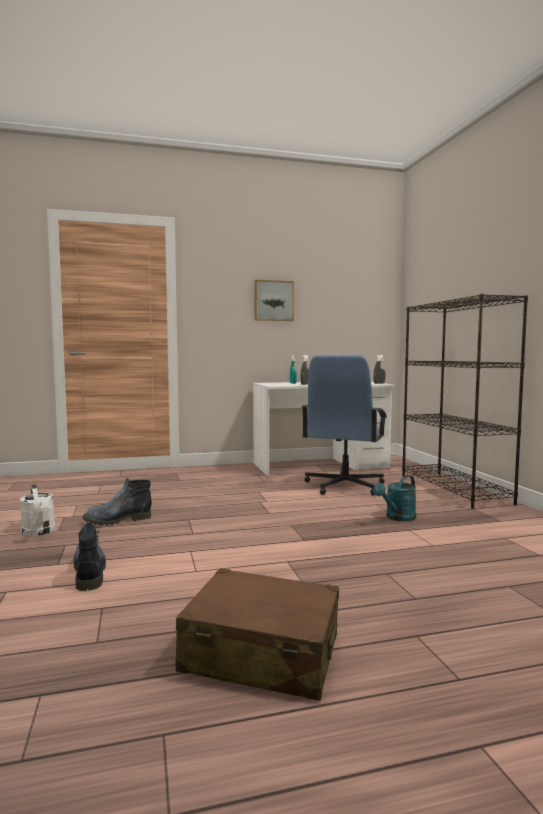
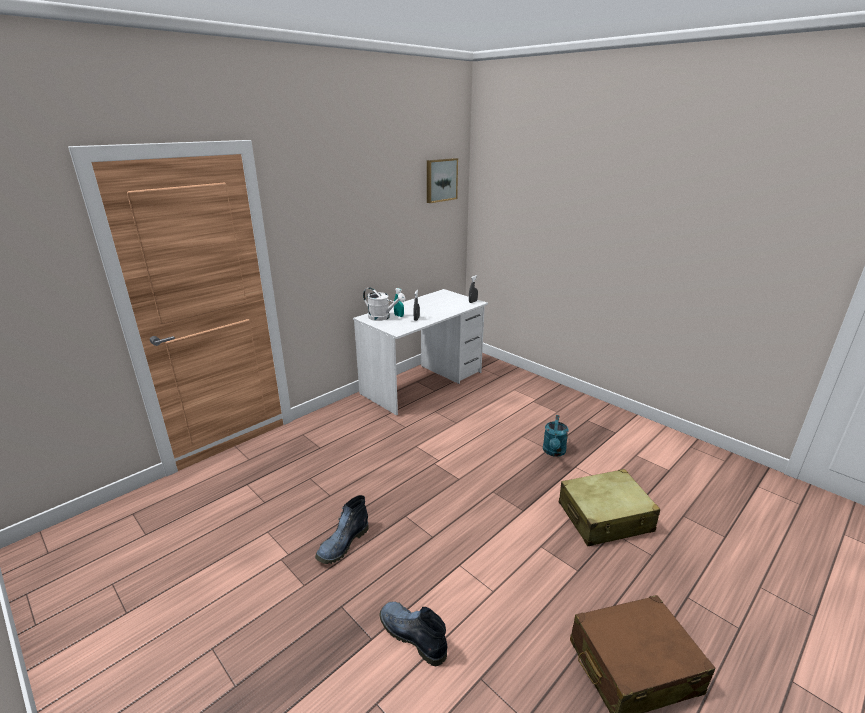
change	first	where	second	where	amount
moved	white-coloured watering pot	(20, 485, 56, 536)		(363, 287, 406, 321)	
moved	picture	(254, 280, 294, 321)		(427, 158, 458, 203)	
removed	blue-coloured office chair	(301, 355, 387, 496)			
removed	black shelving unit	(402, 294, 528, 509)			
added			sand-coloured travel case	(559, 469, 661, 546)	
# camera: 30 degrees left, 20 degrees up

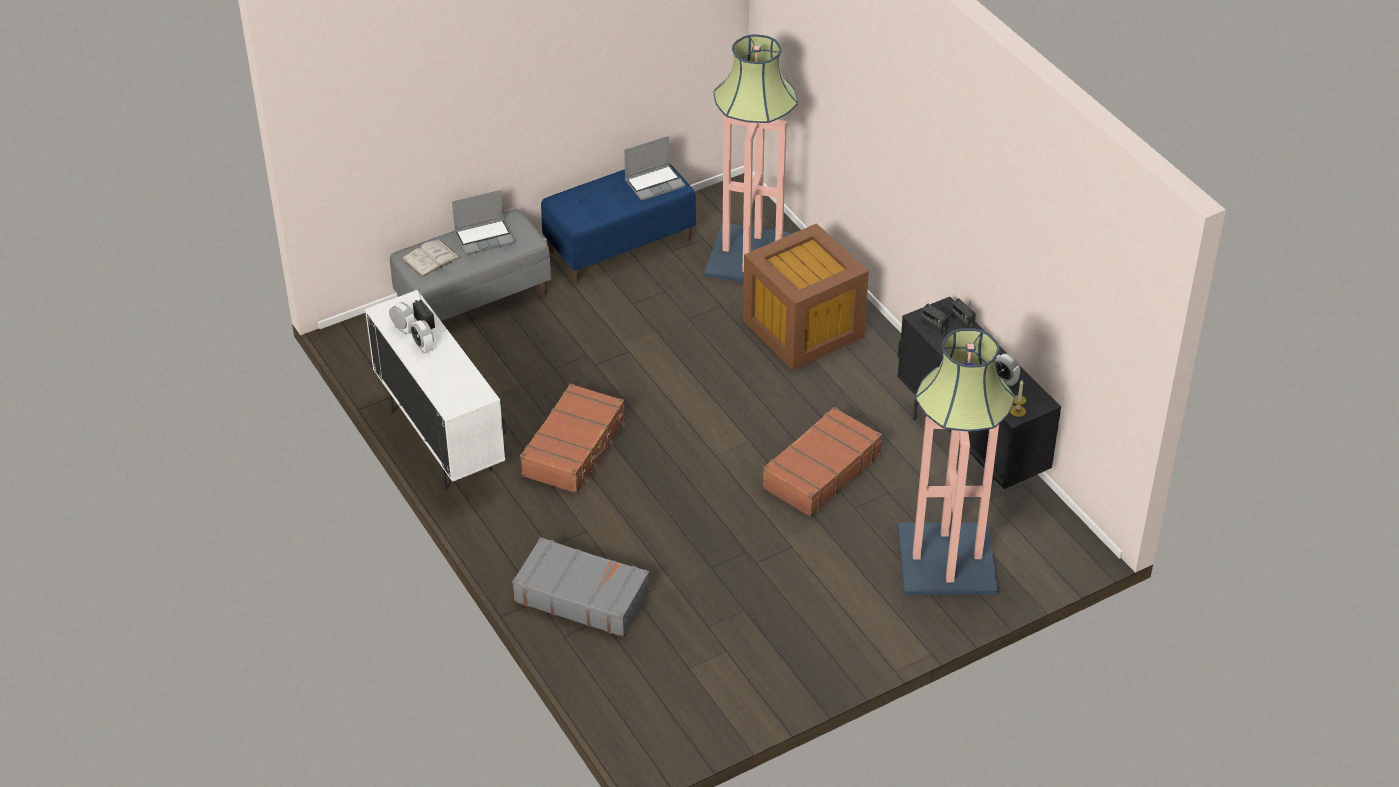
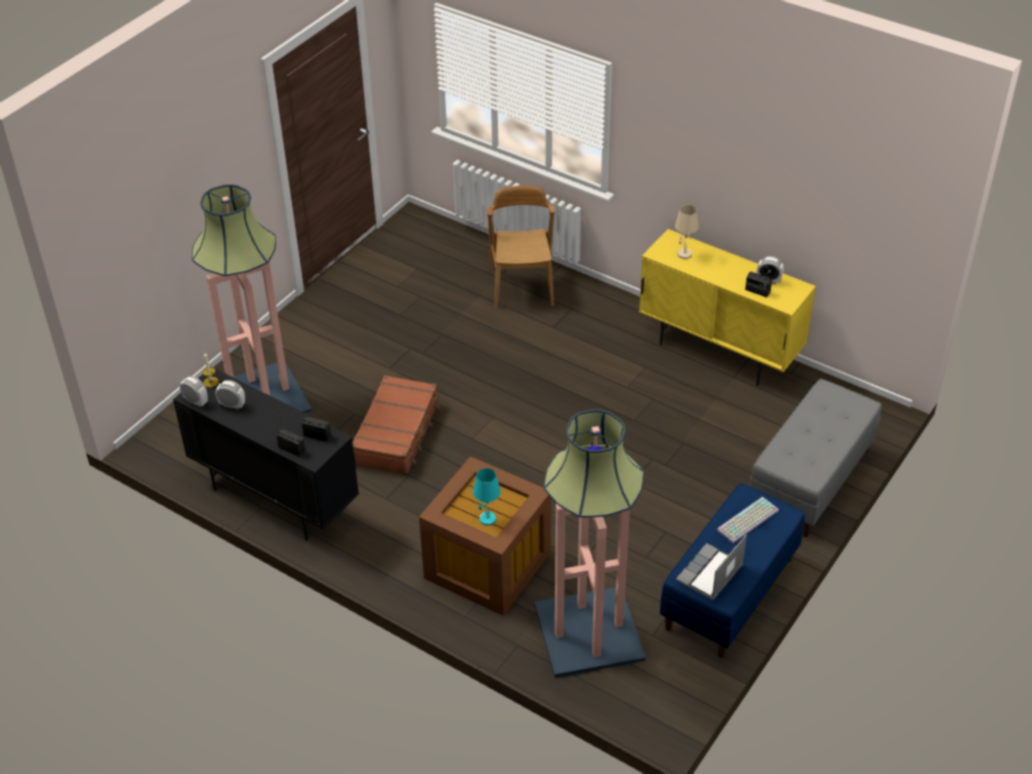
change	first	where	second	where	amount
recoloured	white-coloured storage cabinet	(365, 290, 506, 490)	yellowish storage cabinet	(639, 229, 816, 386)	
removed	white-coloured bound book	(401, 239, 461, 278)			
moved	table clock	(411, 320, 434, 353)		(180, 376, 208, 407)	
removed	notebook computer	(452, 190, 515, 255)			
replaced	gray travel case	(512, 537, 650, 637)	brownish upright chair	(487, 186, 555, 308)	
removed	brownish travel case	(520, 383, 625, 494)			
added			turquoise-coloured lamp for a table	(473, 468, 501, 526)	
added			sand-coloured lamp for a table	(675, 205, 699, 259)	
added			keyboard	(717, 497, 779, 544)	
# camera: 155 degrees right, 0 degrees up

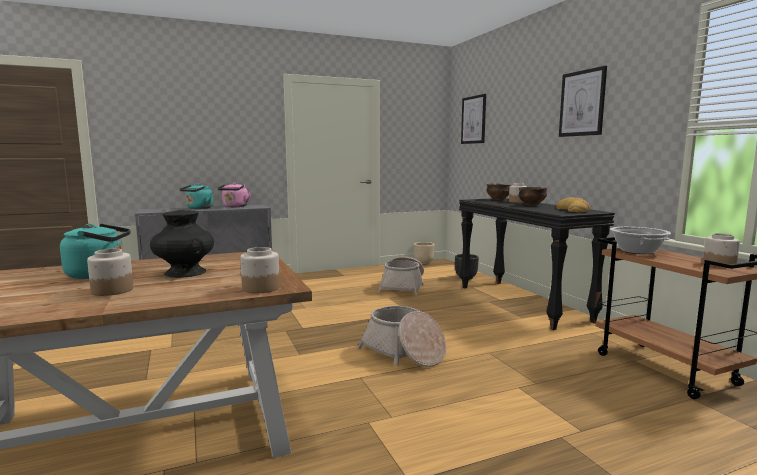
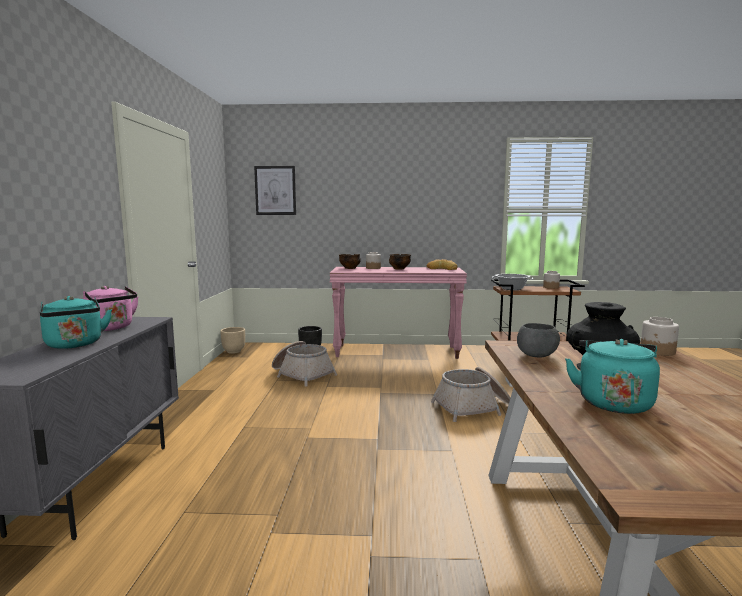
change	first	where	second	where	amount
removed	preserve jar	(87, 249, 133, 296)			
recoloured	black narrow table	(459, 198, 615, 330)	pink-coloured narrow table	(330, 267, 467, 359)	
removed	picture	(559, 66, 607, 137)			
added			gray bowl	(517, 323, 560, 358)	
# camera: 65 degrees left, 0 degrees up

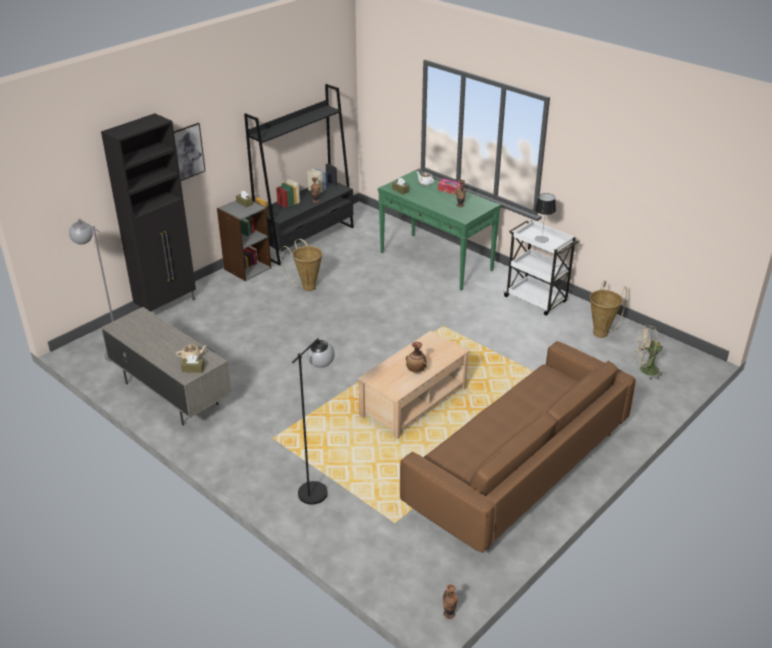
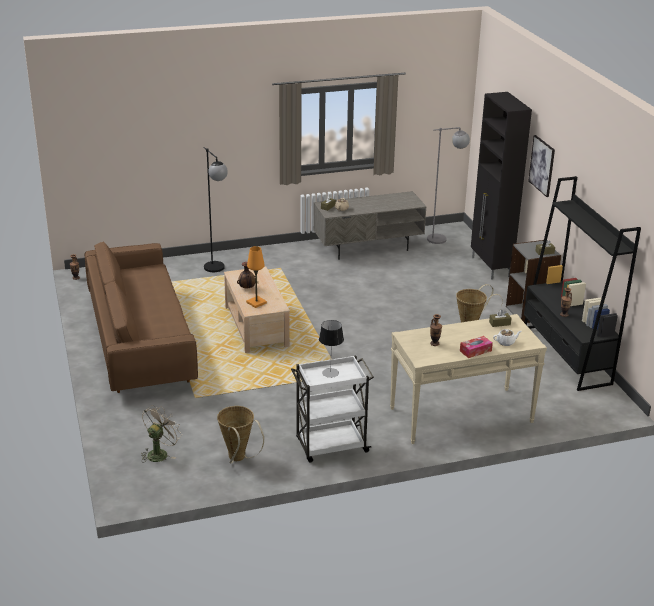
change	first	where	second	where	amount
recoloured	greenish narrow table	(378, 171, 501, 291)	sand-coloured narrow table	(390, 314, 547, 444)	
added			orangey lamp for a table	(246, 246, 267, 308)	
# camera: 120 degrees right, 5 degrees down

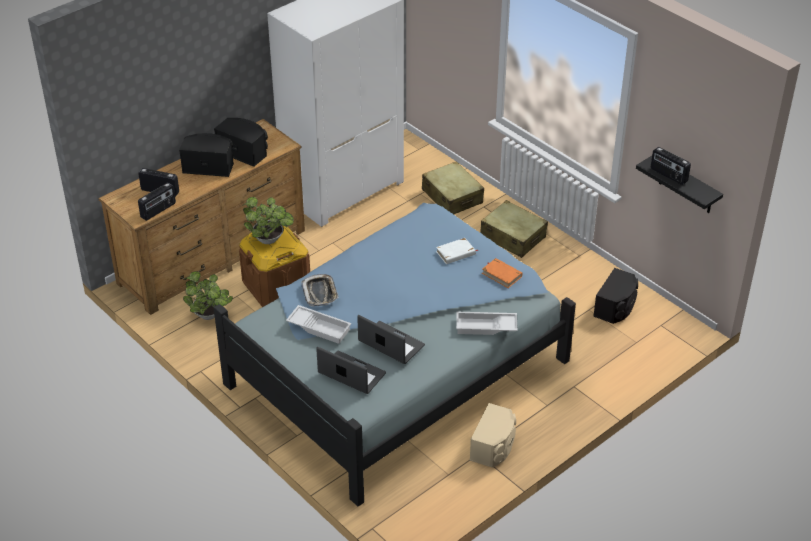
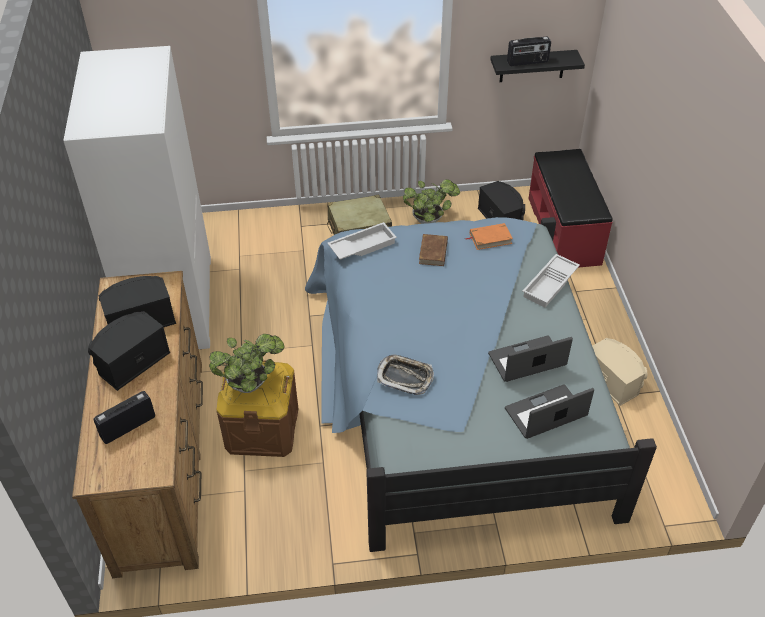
change	first	where	second	where	amount
removed	radio set	(138, 183, 176, 221)			
moved	potted plant	(183, 271, 233, 320)		(403, 179, 460, 224)	
moved	white-coloured tray	(286, 305, 351, 344)		(327, 222, 397, 260)	
removed	sand-coloured travel case	(422, 161, 484, 214)			
recoloured	white-coloured bound book	(436, 238, 478, 264)	brownish bound book	(419, 234, 448, 266)	
added			red long seat	(528, 149, 612, 268)	
# camera: 55 degrees left, 5 degrees up

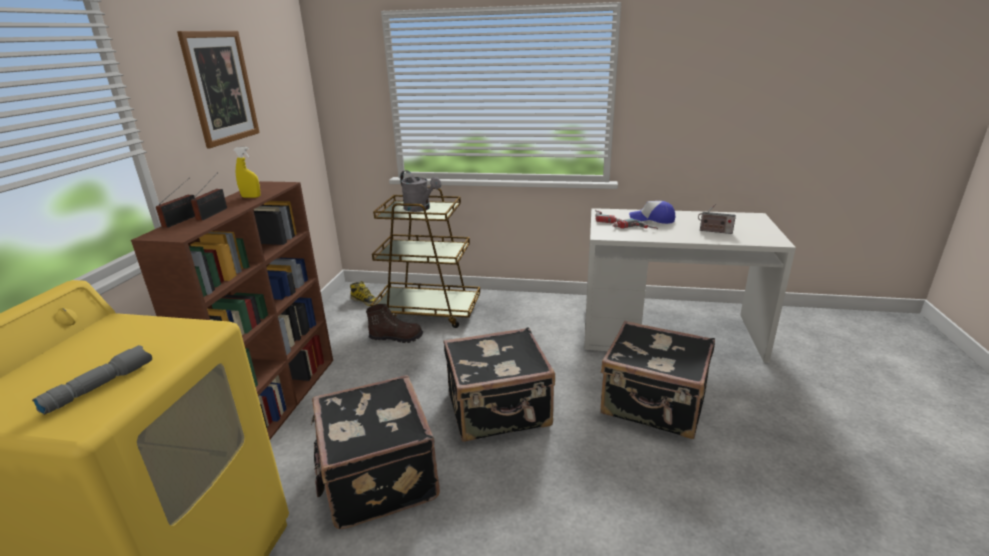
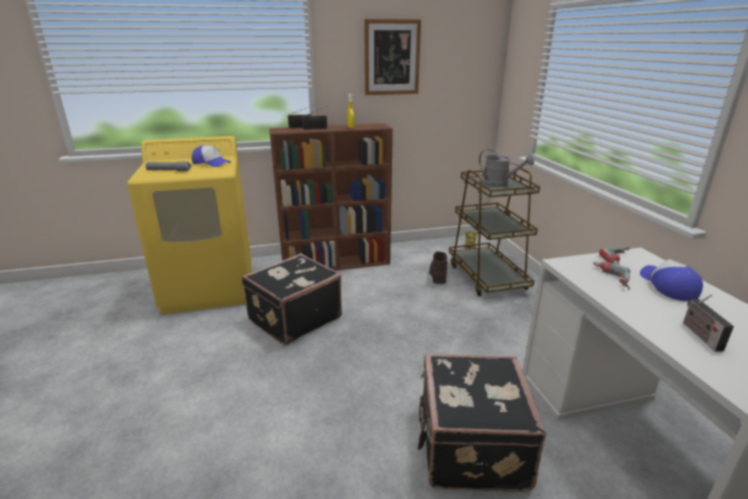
change	first	where	second	where	amount
turned	brownish boot	(366, 303, 423, 343)		(429, 252, 448, 284)	150 degrees counterclockwise
turned	gray watering pot	(400, 170, 441, 212)		(479, 149, 534, 187)	75 degrees counterclockwise
removed	black travel case	(444, 327, 555, 442)			
added			baseball cap	(192, 145, 231, 167)	
# camera: 65 degrees right, 0 degrees up

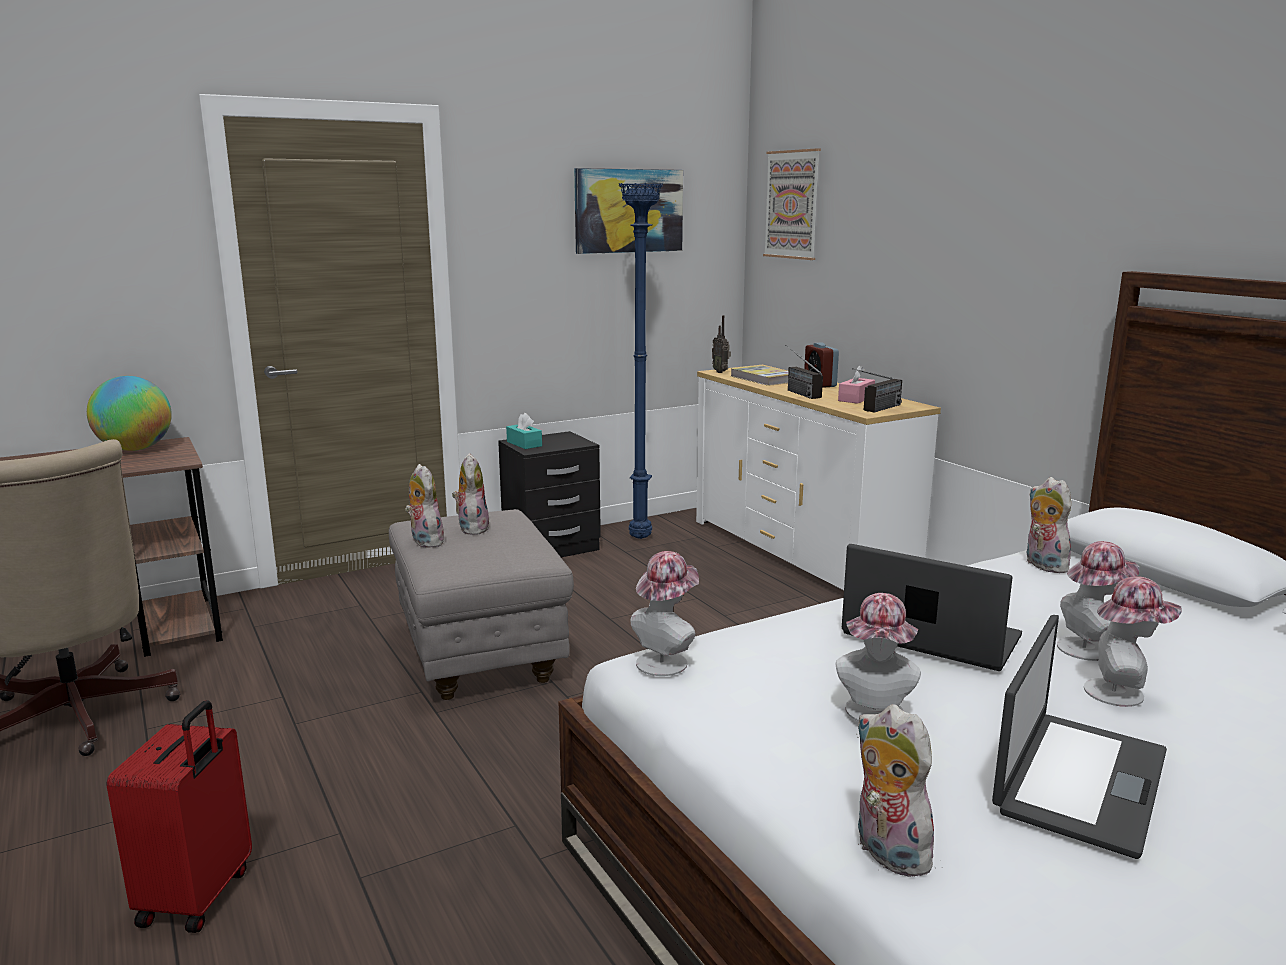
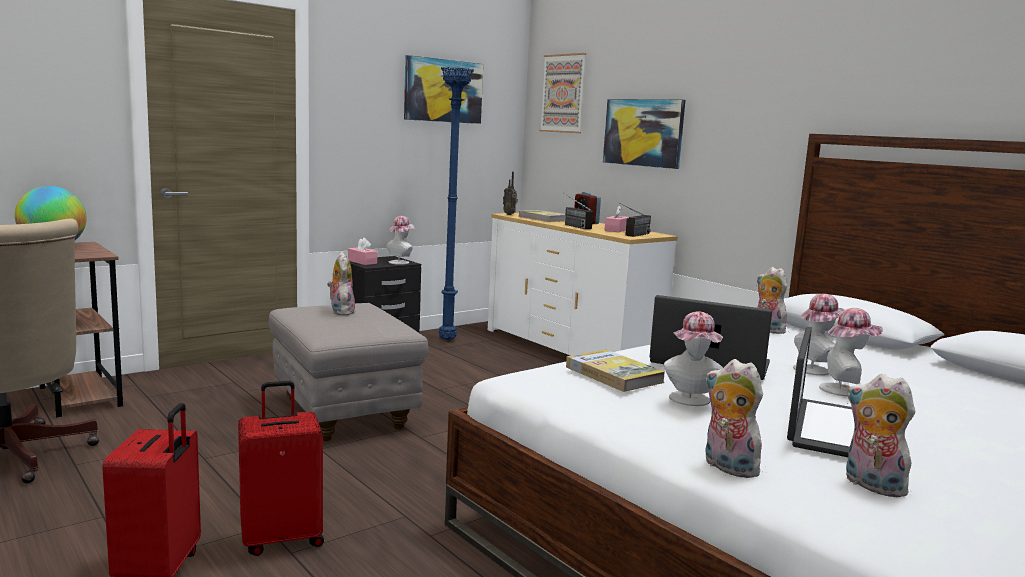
change	first	where	second	where	amount
moved	cuddly toy	(405, 464, 445, 548)		(846, 374, 915, 498)	
recoloured	turquoise-coloured tissue holder	(506, 413, 542, 449)	pink-coloured tissue holder	(348, 238, 377, 265)	
moved	clothing hat	(630, 551, 699, 676)		(386, 216, 414, 265)	
added			red travel case	(238, 381, 324, 556)	
added			bound book	(566, 350, 665, 392)	
added			picture	(603, 99, 685, 169)	
# camera: 10 degrees left, 5 degrees down

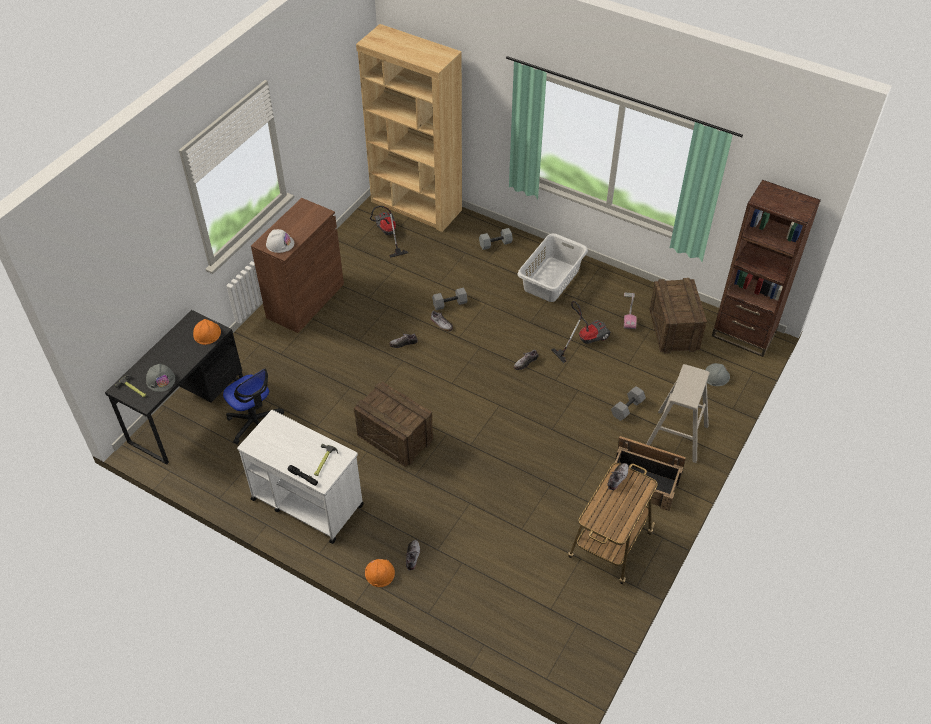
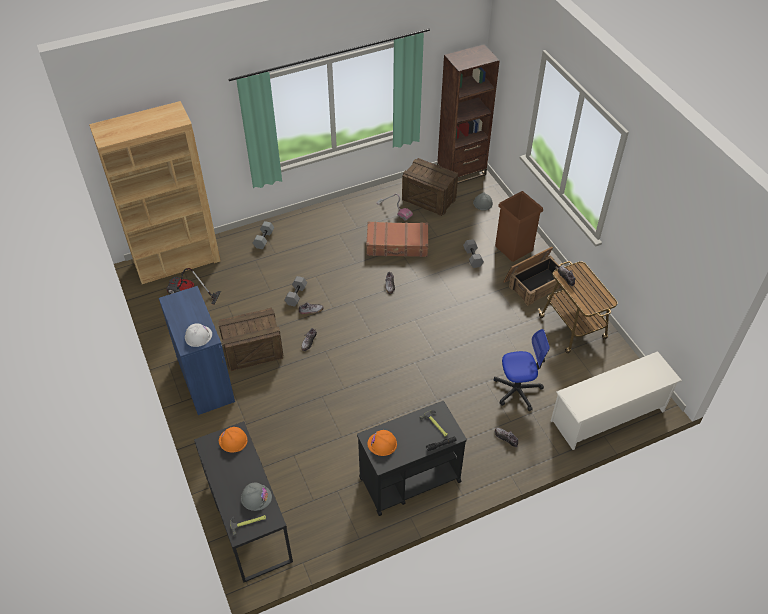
change	first	where	second	where	amount
moved	office chair	(223, 368, 284, 444)		(493, 329, 550, 411)	
recoloured	white-coloured wheeled cart	(237, 410, 364, 544)	black wheeled cart	(357, 401, 467, 516)	
recoloured	brownish storage cabinet	(251, 198, 344, 333)	blue-coloured storage cabinet	(159, 286, 235, 415)	
moved	crate	(354, 381, 433, 467)		(218, 307, 284, 371)	
moved	orangey work helmet	(365, 559, 395, 587)		(367, 430, 397, 456)	
removed	gray washing basket	(517, 233, 588, 302)			
replaced	vacuum cleaner	(551, 301, 611, 363)	brownish travel case	(366, 221, 428, 257)	
replaced	sand-coloured stool seat	(646, 364, 710, 463)	brownish waste bin	(495, 191, 543, 262)	
added			white-coloured shoe stand	(551, 351, 682, 450)	
# camera: 55 degrees left, 0 degrees up

